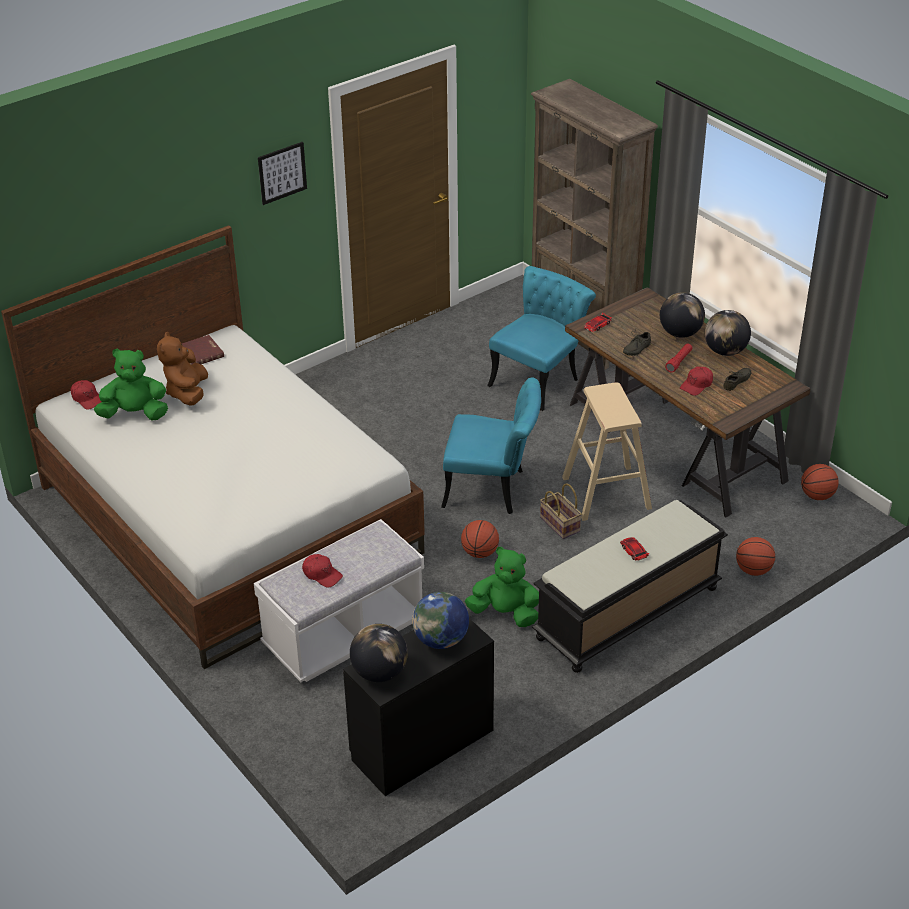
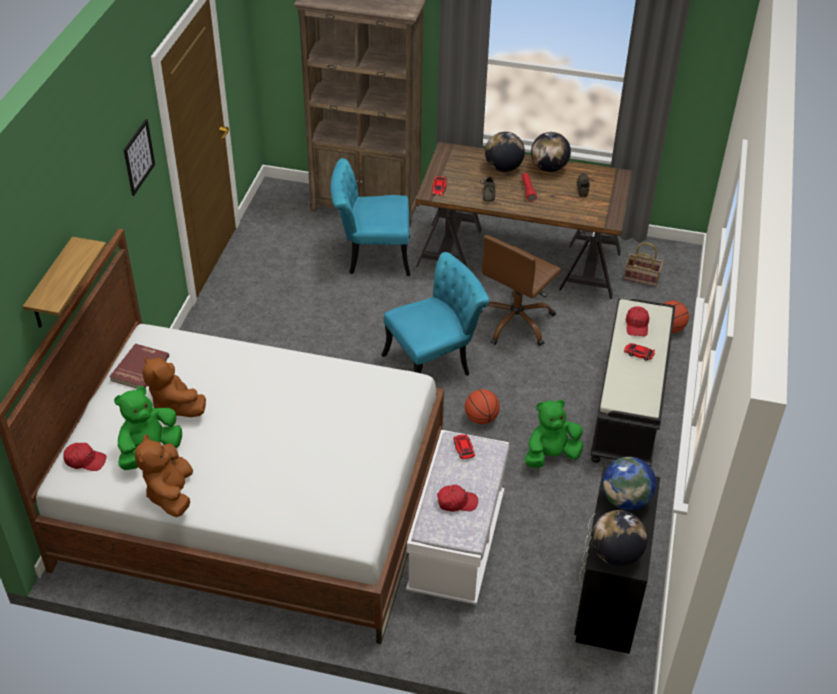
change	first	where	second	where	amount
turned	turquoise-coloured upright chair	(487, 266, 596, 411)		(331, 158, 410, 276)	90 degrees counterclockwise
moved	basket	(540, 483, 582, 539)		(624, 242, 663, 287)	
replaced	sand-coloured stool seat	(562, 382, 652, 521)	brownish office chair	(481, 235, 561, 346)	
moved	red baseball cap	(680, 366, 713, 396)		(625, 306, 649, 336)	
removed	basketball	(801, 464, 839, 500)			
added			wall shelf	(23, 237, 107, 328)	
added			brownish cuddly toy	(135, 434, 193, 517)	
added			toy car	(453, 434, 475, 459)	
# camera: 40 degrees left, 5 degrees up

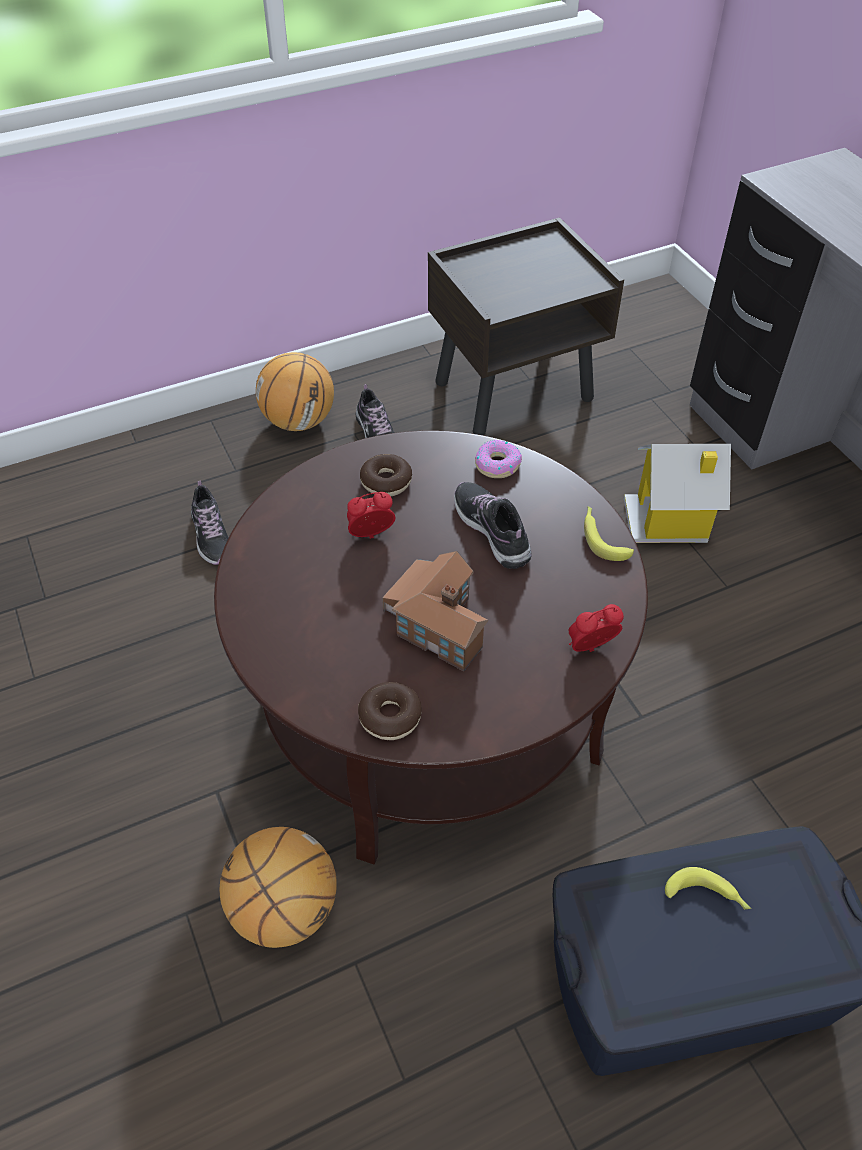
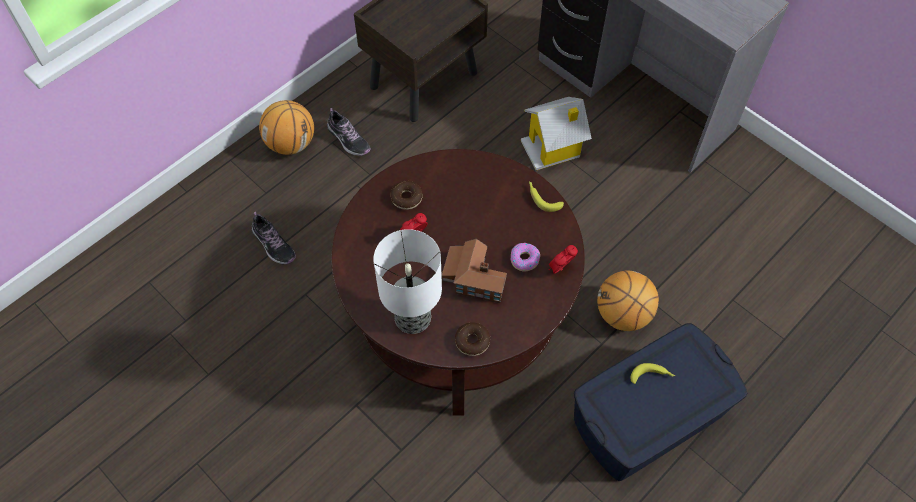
change	first	where	second	where	amount
moved	basketball	(220, 827, 337, 948)		(597, 271, 659, 331)	
removed	shoe	(454, 482, 532, 569)			
moved	ring doughnut	(475, 440, 522, 478)		(511, 243, 540, 272)	
added			lamp for a table	(373, 229, 442, 334)	
# camera: 20 degrees left, 10 degrees up

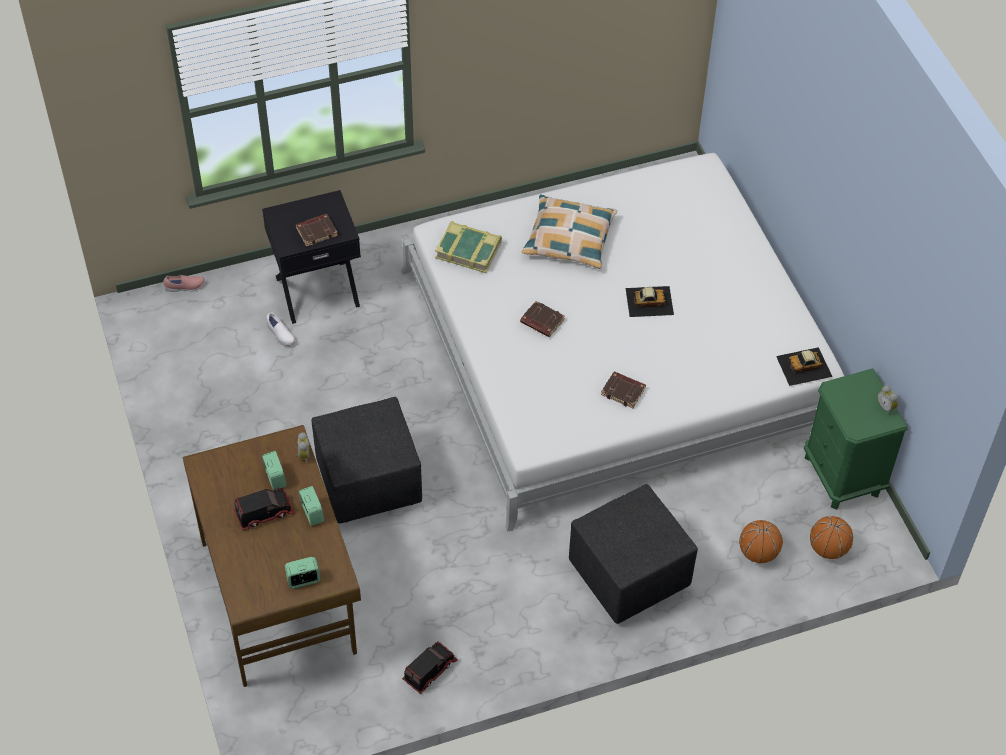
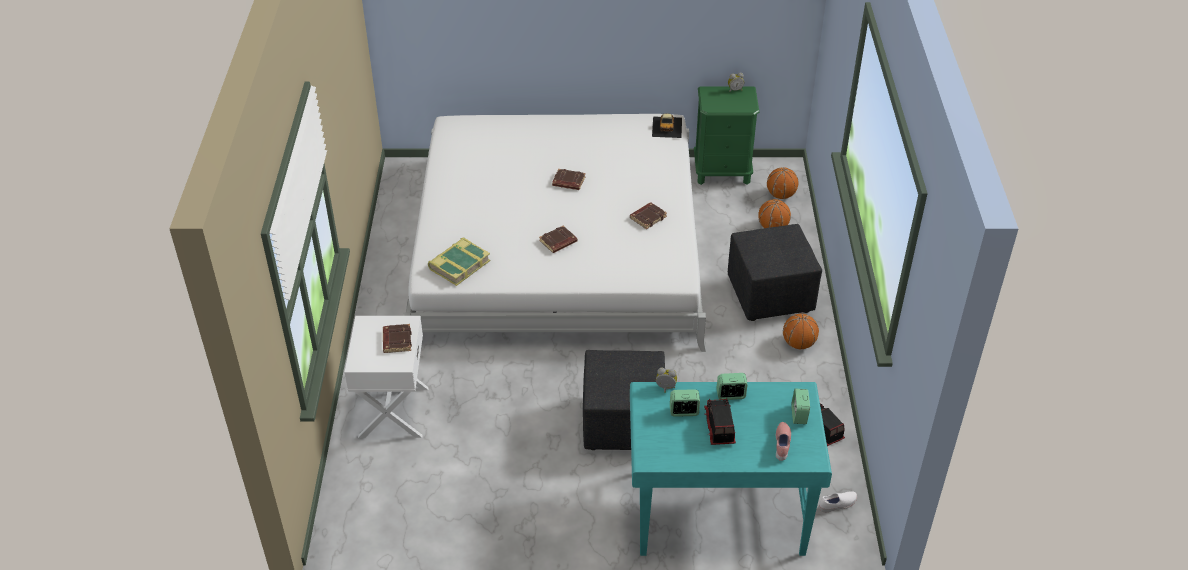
change	first	where	second	where	amount
moved	pink-coloured shoe	(164, 275, 205, 292)		(776, 422, 791, 461)	
recoloured	brownish desk unit	(183, 425, 361, 687)	turquoise-coloured desk unit	(630, 382, 832, 556)	
recoloured	black bedside table	(262, 190, 361, 324)	white-coloured bedside table	(344, 316, 429, 438)	
moved	white-coloured shoe	(266, 312, 295, 346)		(819, 491, 857, 512)	
removed	throw pillow	(522, 194, 617, 269)			
replaced	toy car	(626, 286, 674, 317)	brownish bound book	(552, 169, 586, 190)	
added			basketball	(783, 314, 819, 349)	
# camera: 70 degrees left, 10 degrees down

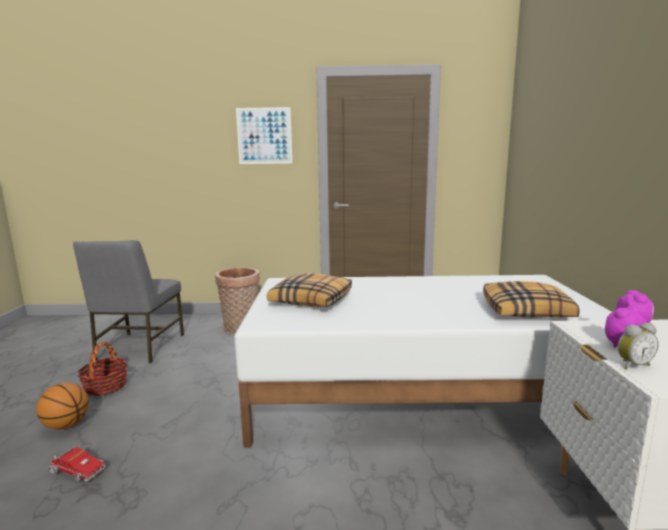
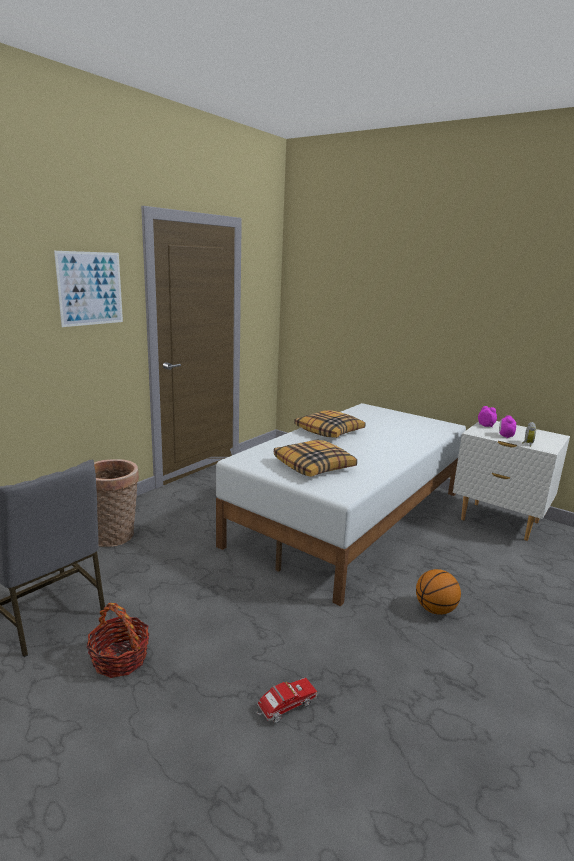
change	first	where	second	where	amount
moved	basketball	(36, 383, 89, 429)		(416, 569, 461, 615)	
moved	throw pillow	(483, 281, 580, 318)		(294, 410, 366, 438)	
# camera: 55 degrees left, 5 degrees up

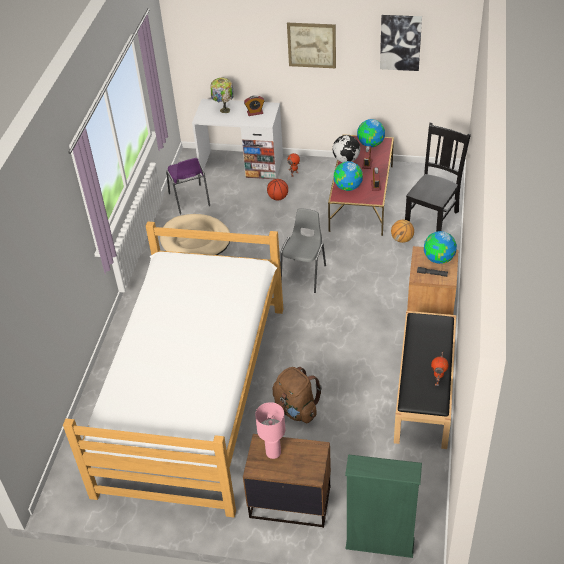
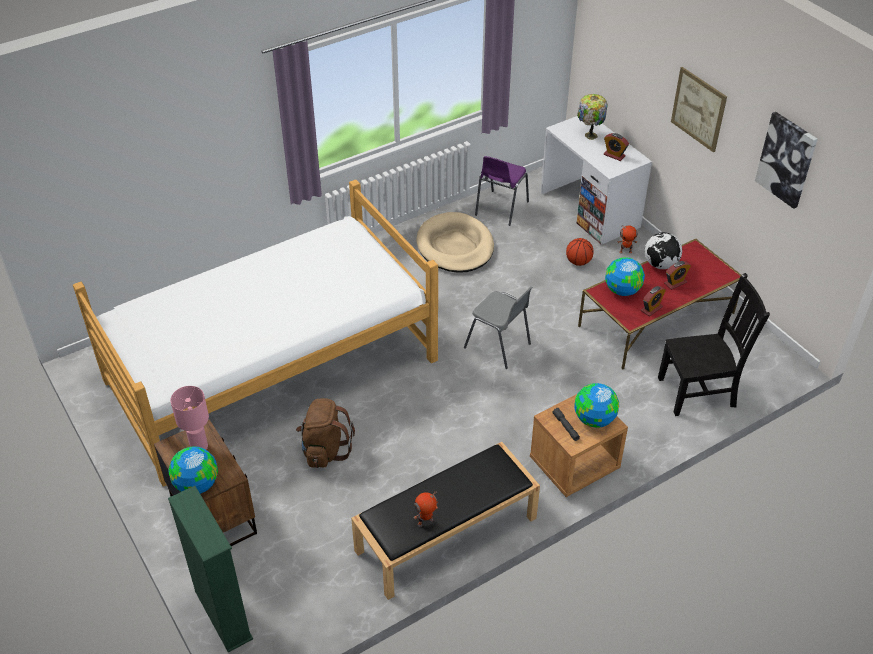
change	first	where	second	where	amount
turned	gray upright chair	(280, 209, 326, 293)		(464, 286, 533, 369)	60 degrees clockwise
moved	desk globe	(357, 119, 385, 147)		(169, 446, 218, 494)	
removed	basketball	(391, 220, 414, 243)			
# camera: 45 degrees right, 0 degrees up

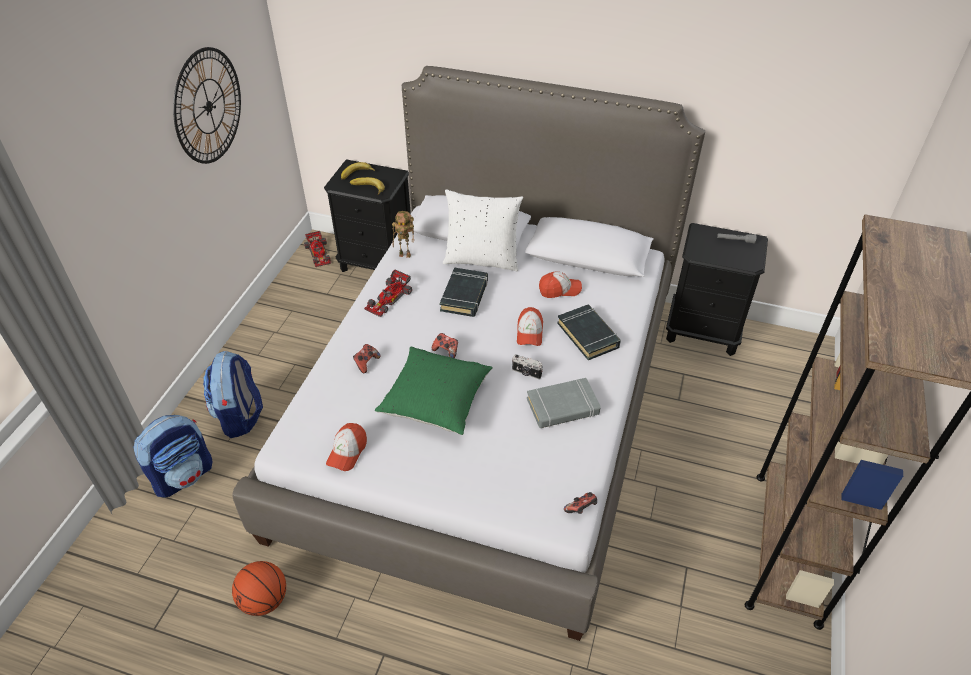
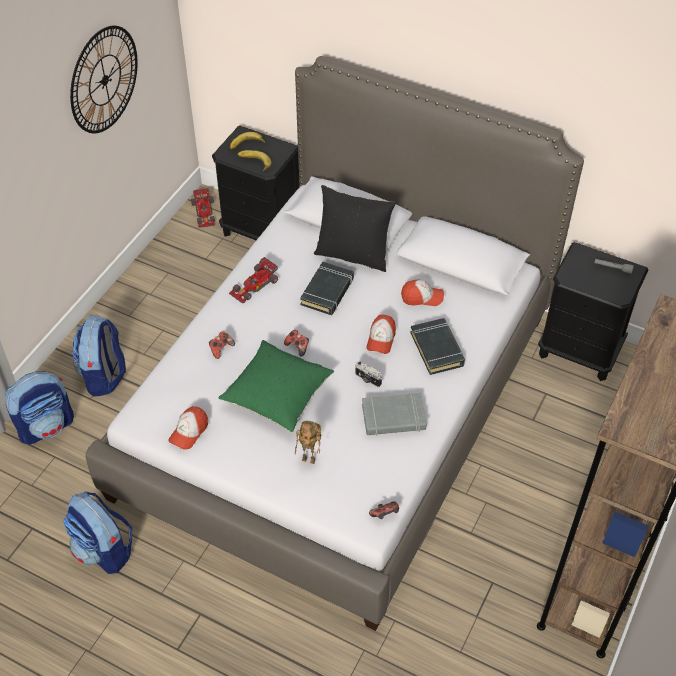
change	first	where	second	where	amount
replaced	basketball	(232, 561, 286, 616)	knapsack	(63, 492, 132, 574)	
moved	toy robot	(392, 211, 414, 258)		(295, 421, 321, 464)	
recoloured	white-coloured throw pillow	(443, 189, 523, 272)	black throw pillow	(314, 185, 396, 272)	
# camera: 10 degrees right, 5 degrees up

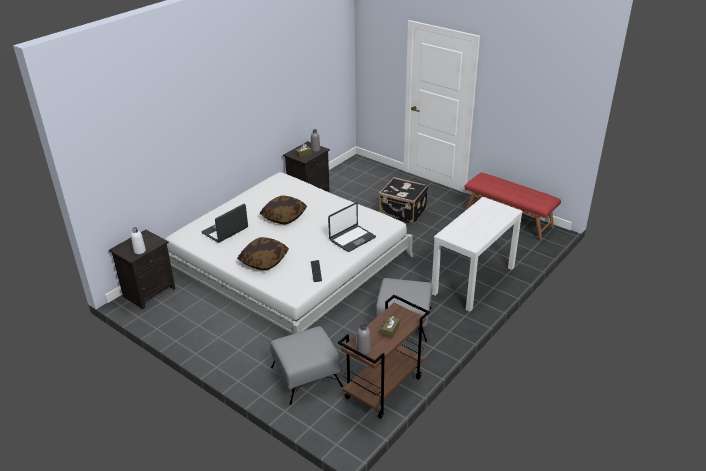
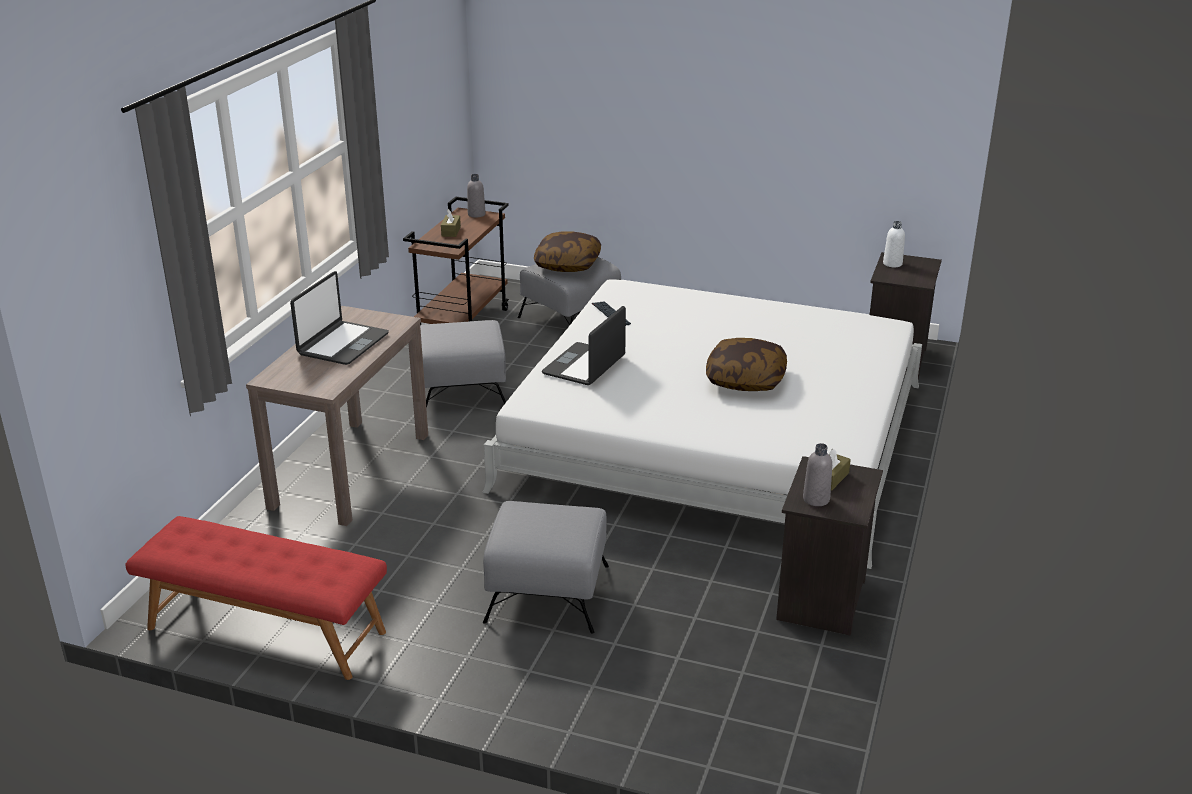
change	first	where	second	where	amount
moved	notebook computer	(202, 204, 248, 243)		(290, 271, 389, 365)	
moved	throw pillow	(237, 237, 289, 271)		(534, 231, 601, 272)	
replaced	black travel case	(379, 177, 428, 224)	gray pouffe	(483, 501, 609, 633)	
recoloured	white-coloured narrow table	(432, 197, 523, 312)	brownish narrow table	(246, 306, 428, 526)	
# camera: 160 degrees right, 5 degrees down

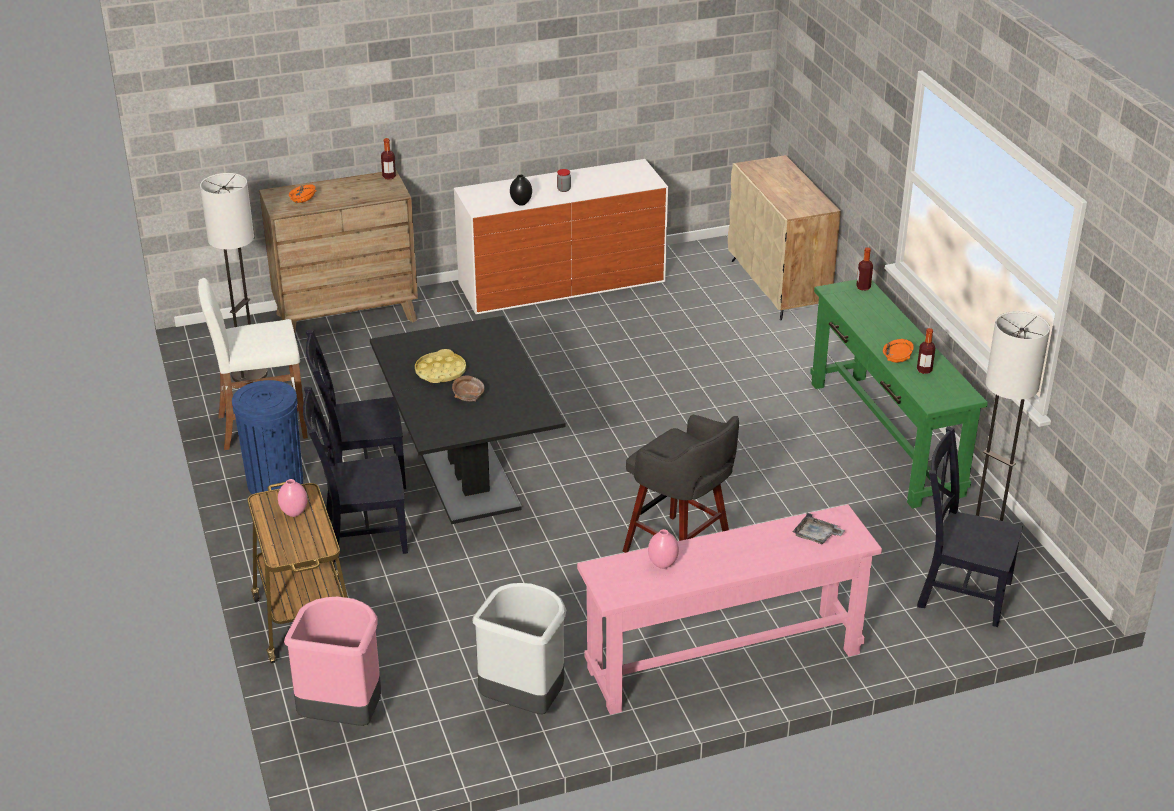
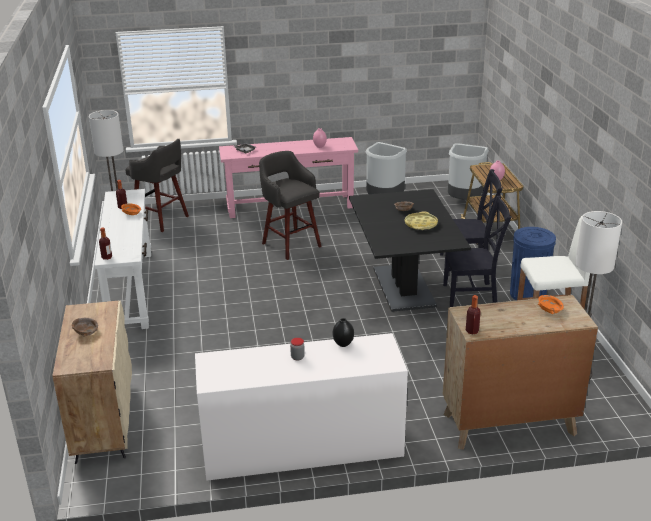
change	first	where	second	where	amount
recoloured	pink-coloured waste bin	(284, 596, 381, 726)	gray waste bin	(448, 143, 489, 200)	
recoloured	greenish narrow table	(810, 279, 988, 509)	white-coloured narrow table	(94, 189, 151, 329)	
replaced	black upright chair	(917, 426, 1023, 627)	gray stool seat	(125, 139, 189, 232)	
added			brownish bowl	(72, 318, 98, 336)	
# camera: 170 degrees left, 5 degrees down

